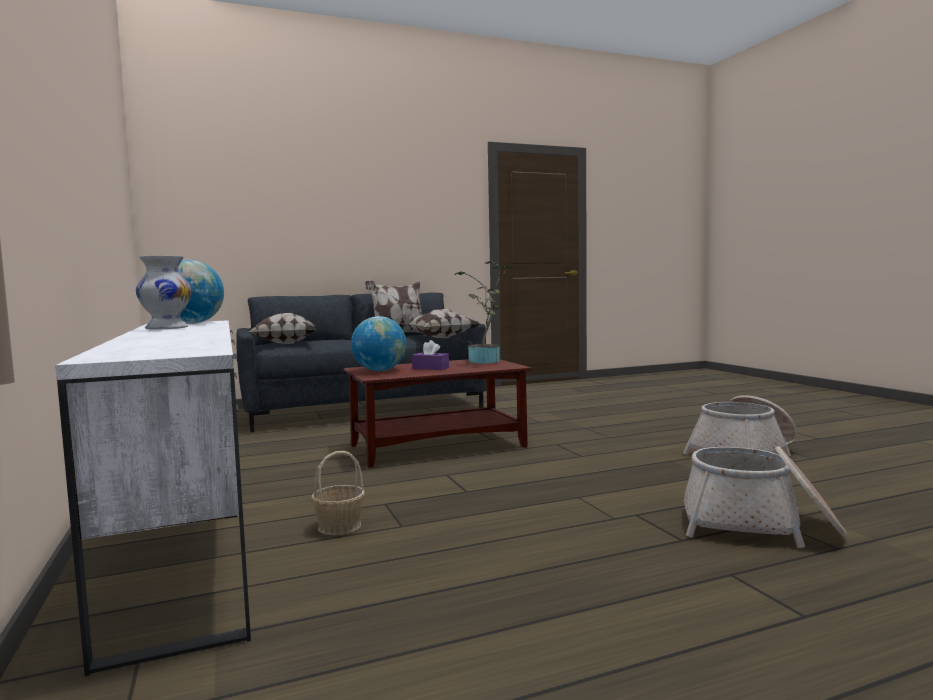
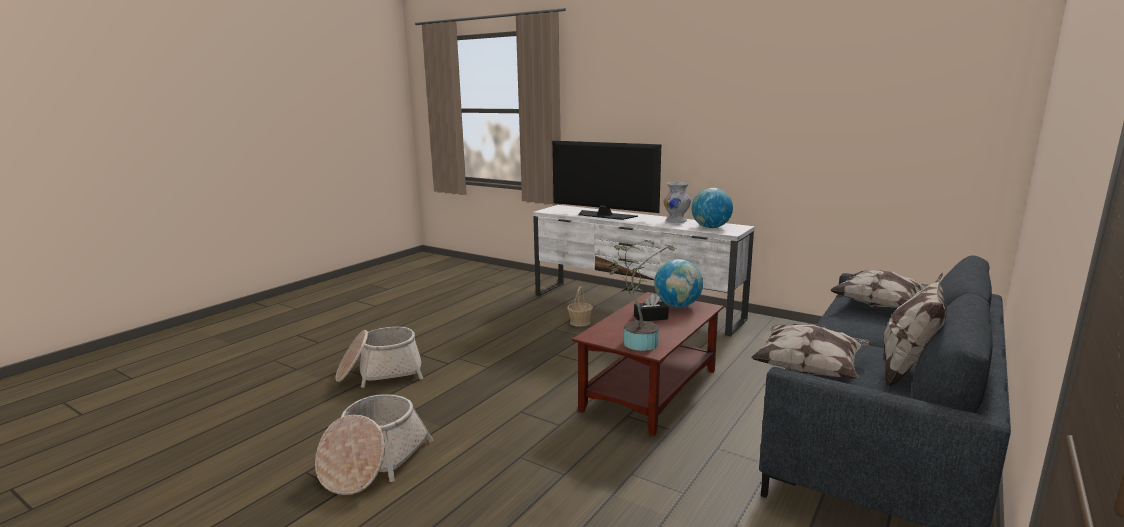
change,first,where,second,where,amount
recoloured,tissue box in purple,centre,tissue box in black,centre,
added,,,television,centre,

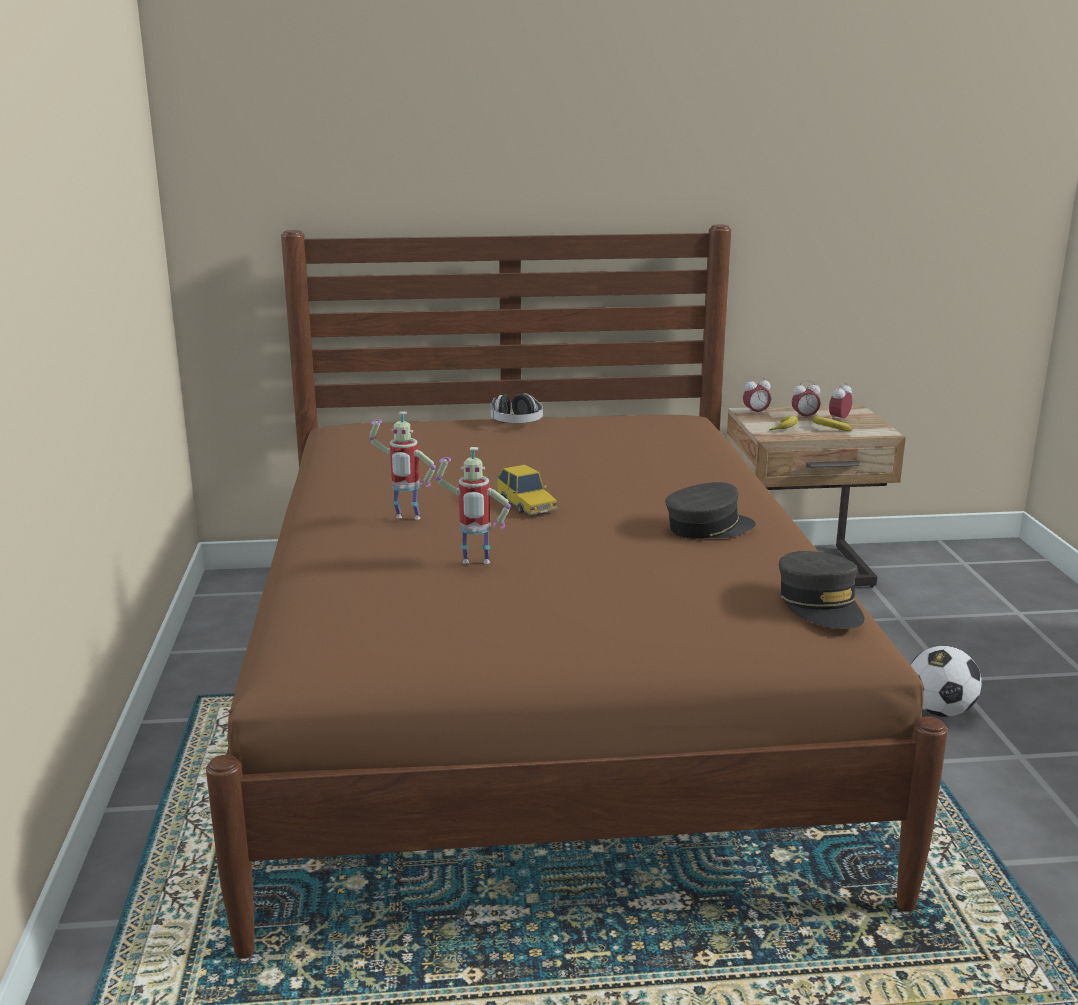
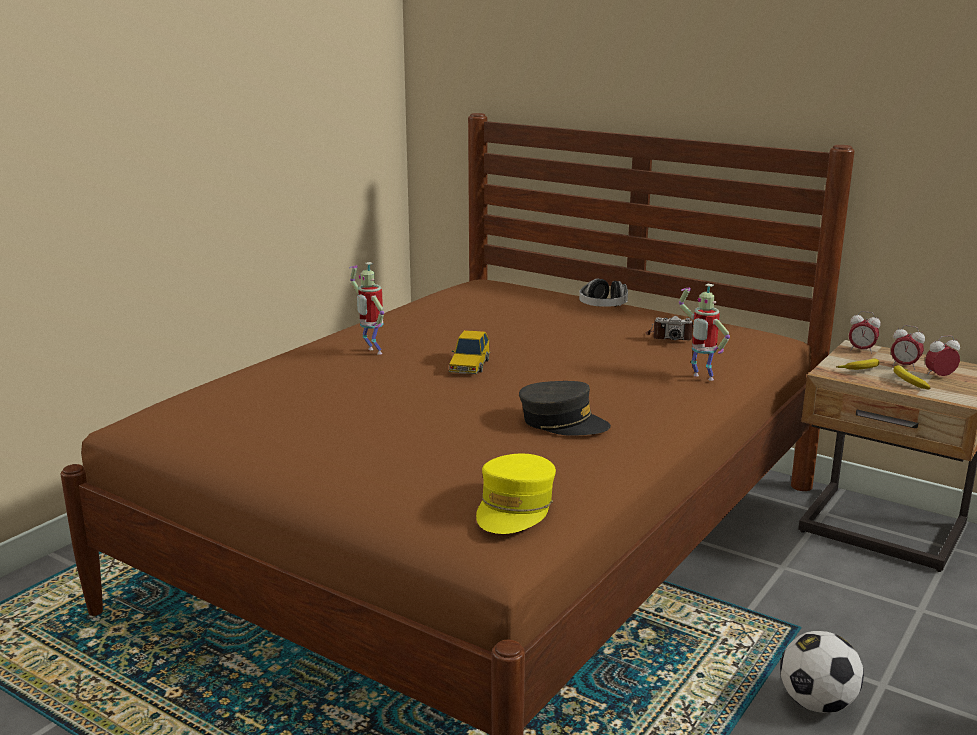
change,first,where,second,where,amount
moved,toy robot (2nd from left),centre,,middle right,
recoloured,cap in grey (2nd from left),middle right,cap in yellow,bottom centre,
added,,,photo camera,middle right,

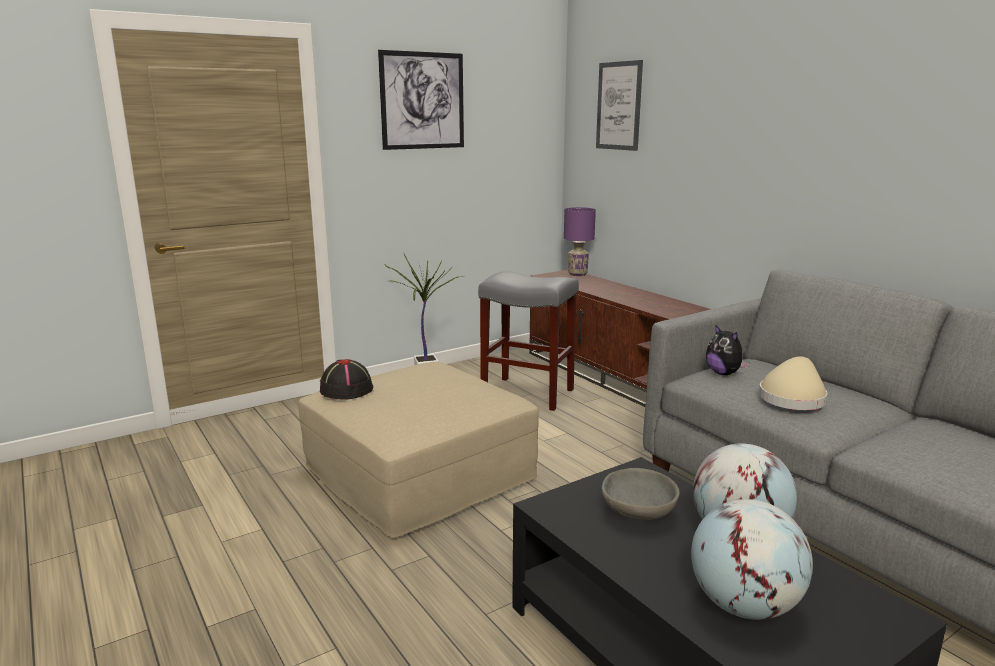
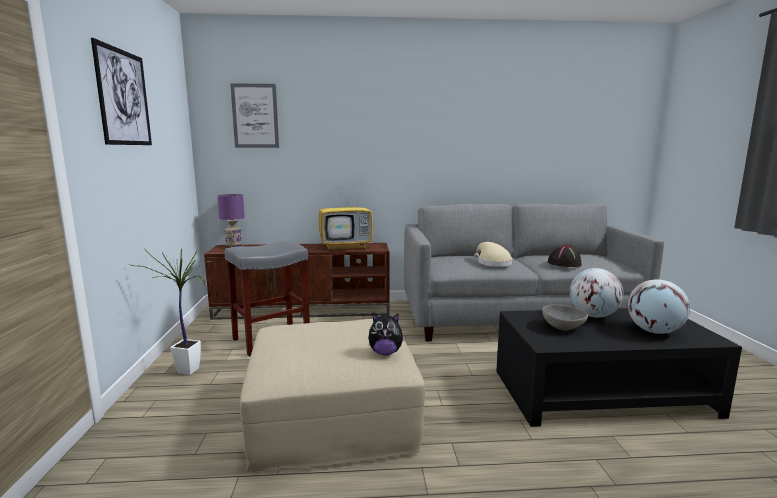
change,first,where,second,where,amount
moved,plush toy,middle right,,bottom centre,
moved,hat in black,centre,,middle right,
added,,,television,centre,

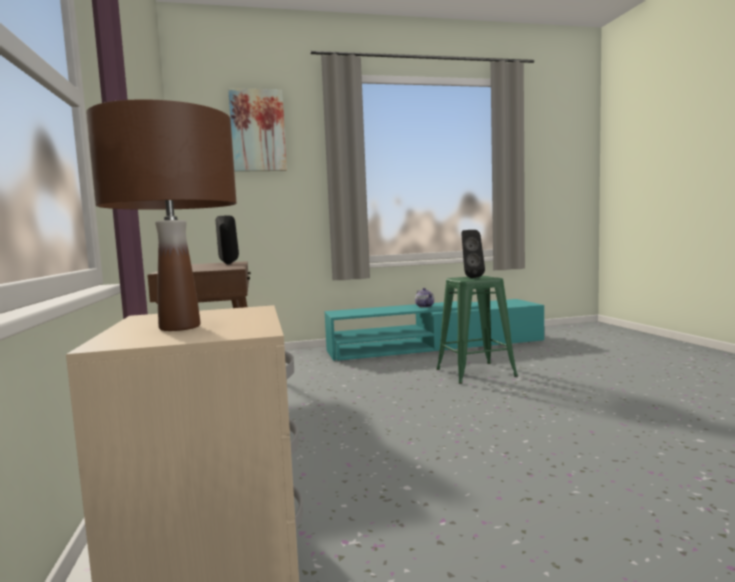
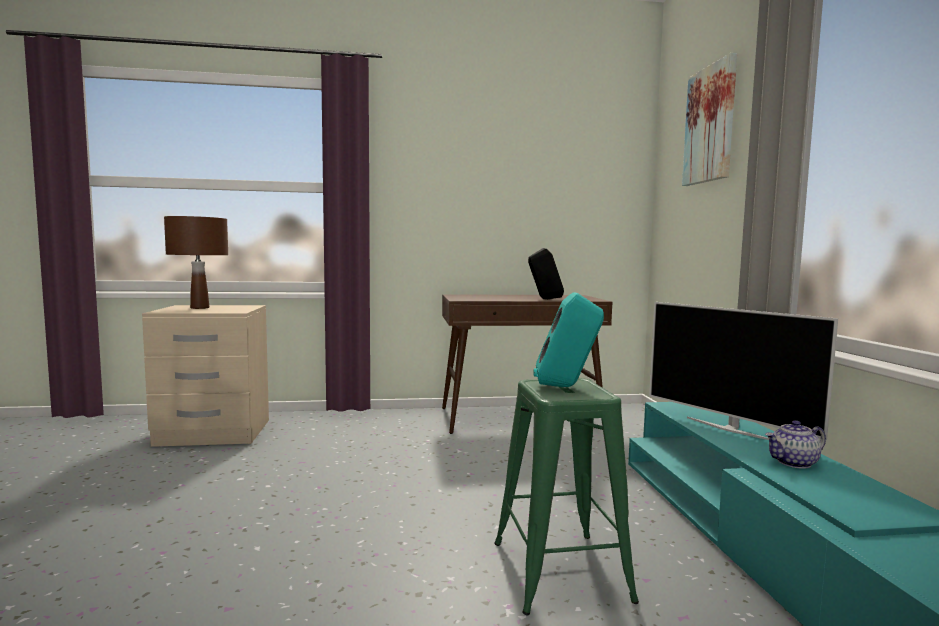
change,first,where,second,where,amount
recoloured,speaker in black (2nd from left),centre,speaker in turquoise,centre,
added,,,television,middle right,

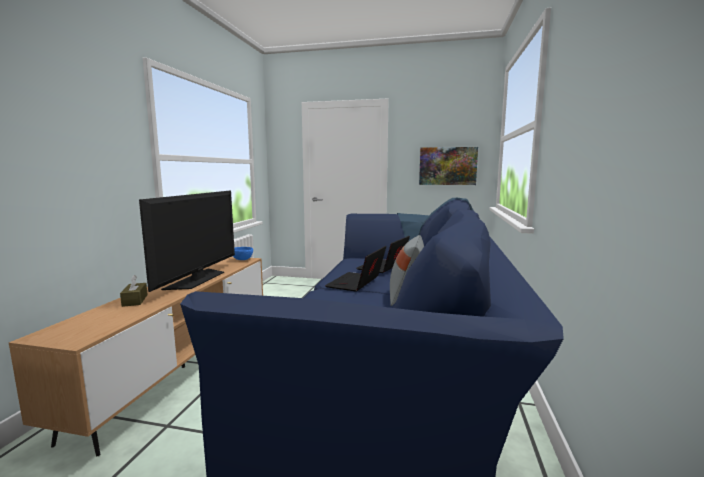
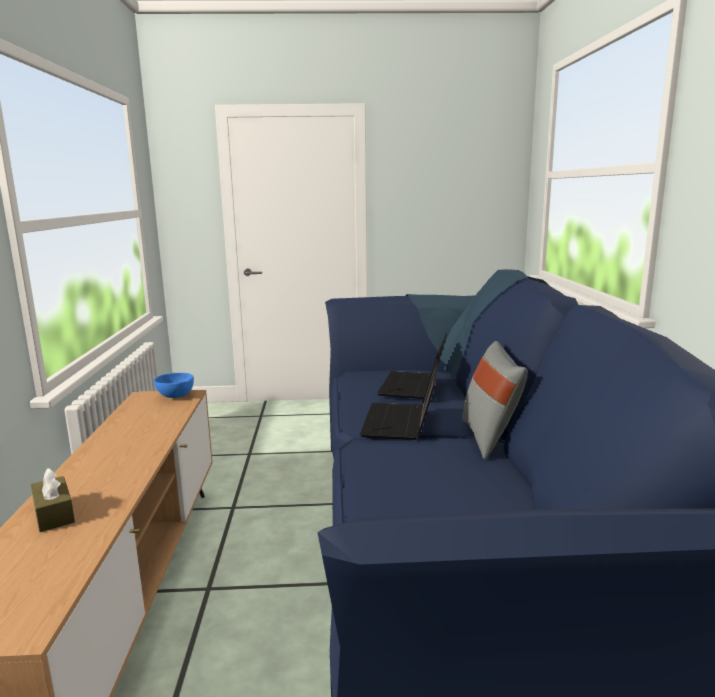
change,first,where,second,where,amount
removed,picture,centre,,,
removed,television,middle left,,,

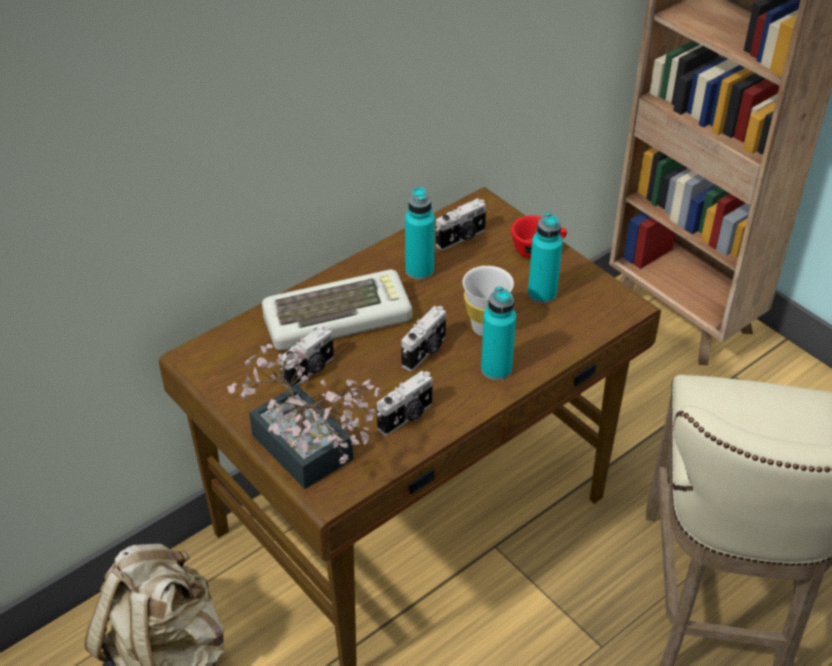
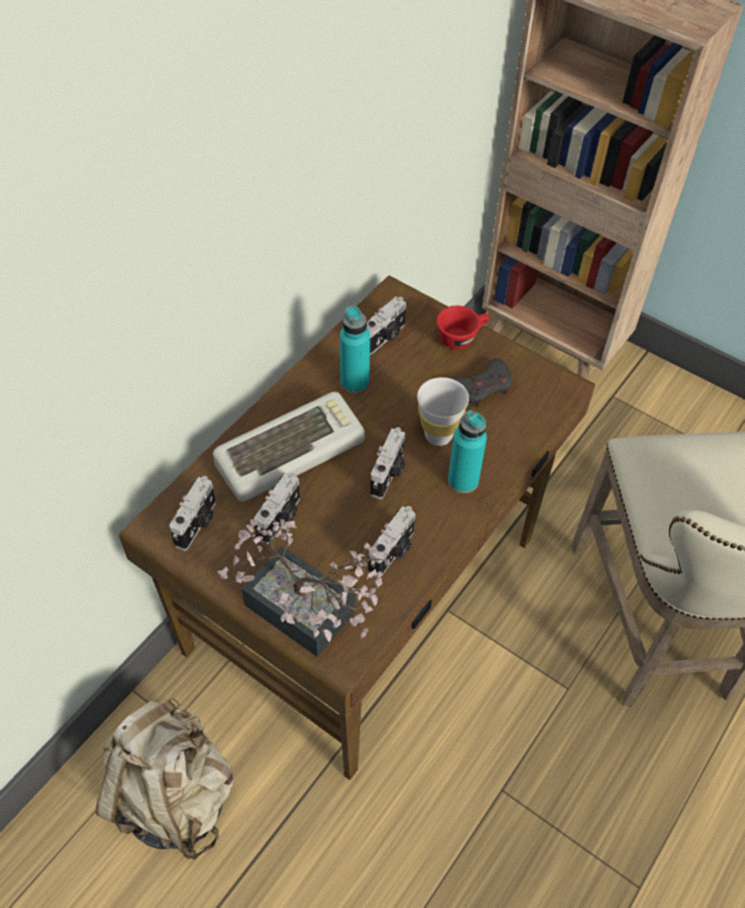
change,first,where,second,where,amount
replaced,bottle in turquoise (3rd from left),centre,game controller in grey,centre,
added,,,photo camera (1st from left),middle left,

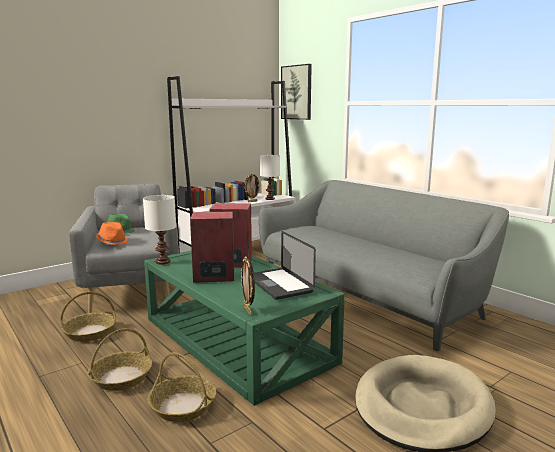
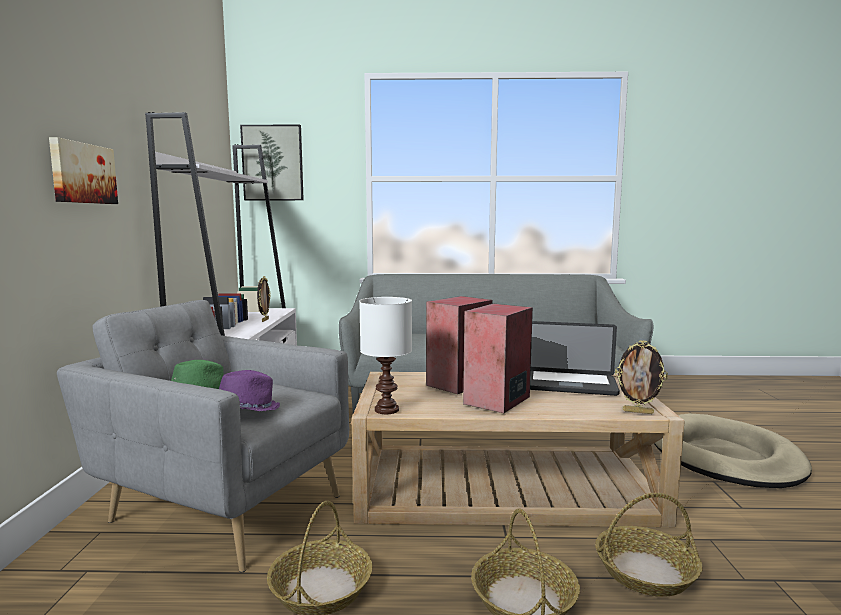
change,first,where,second,where,amount
removed,table lamp in white (2nd from left),centre,,,
recoloured,hat in orange,middle left,hat in purple,middle left,
recoloured,coffee table in green,bottom centre,coffee table in beige,bottom centre,
added,,,picture (1st from left),top left,

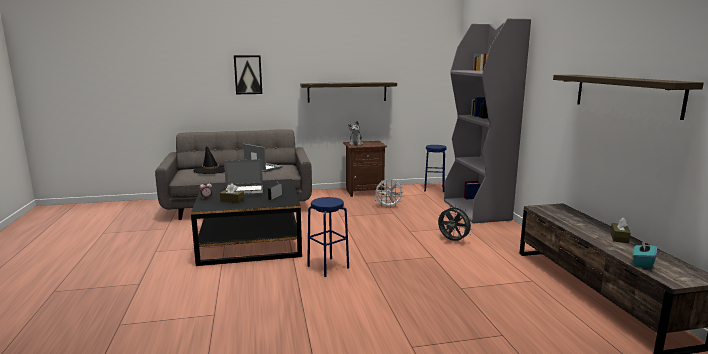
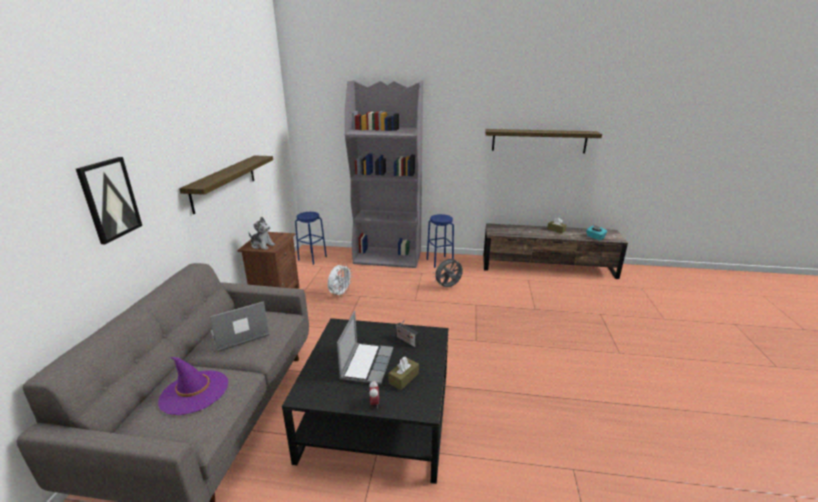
change,first,where,second,where,amount
recoloured,hat in black,middle left,hat in purple,bottom left,
moved,stool in blue (1st from left in the first image),bottom centre,stool in blue (2nd from left),centre,

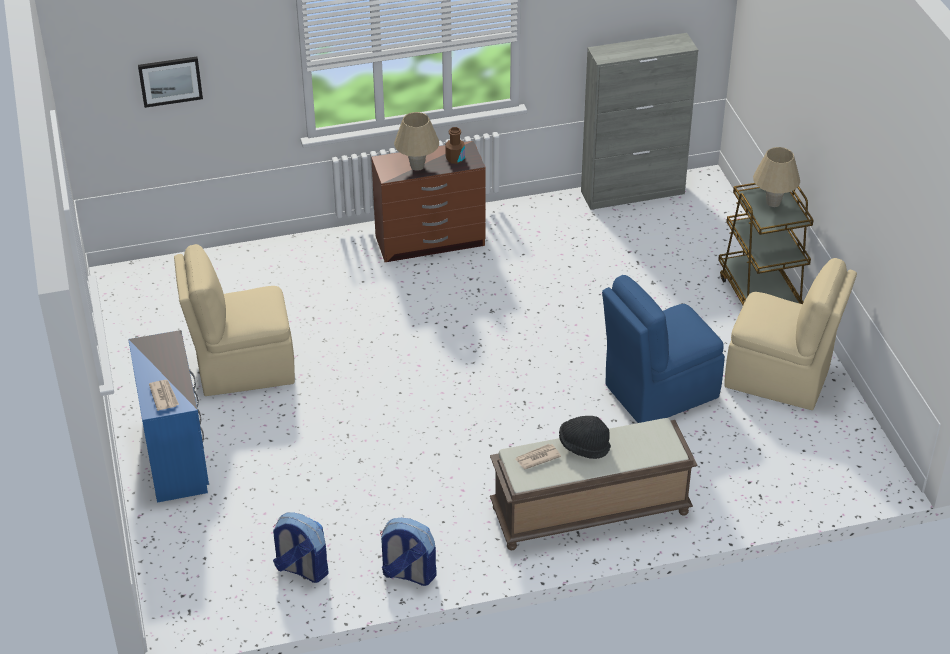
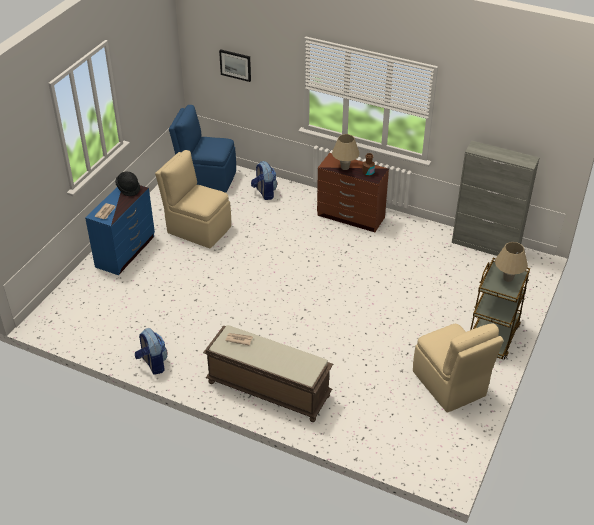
change,first,where,second,where,amount
moved,chair in blue,middle right,,top centre,
moved,hat in black,bottom centre,,middle left,
moved,backpack (1st from left in the first image),bottom left,backpack (2nd from left),centre,

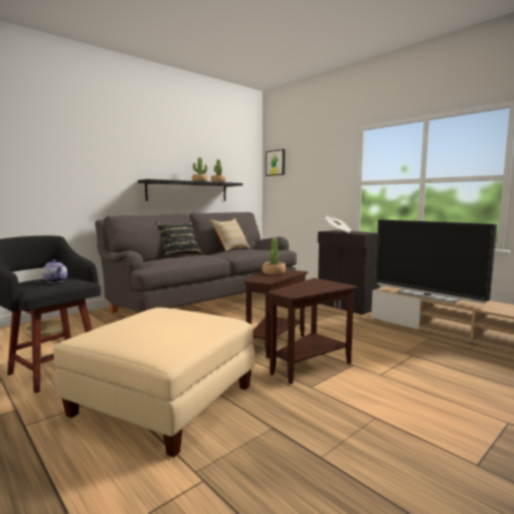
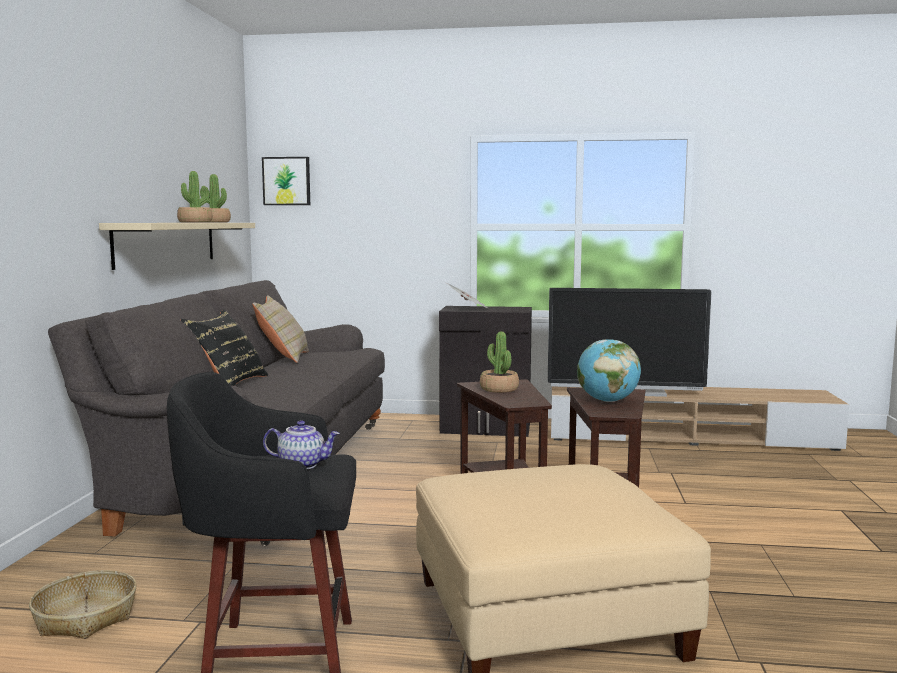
change,first,where,second,where,amount
recoloured,shelf in black,centre,shelf in beige,middle left,
added,,,globe,middle right,

